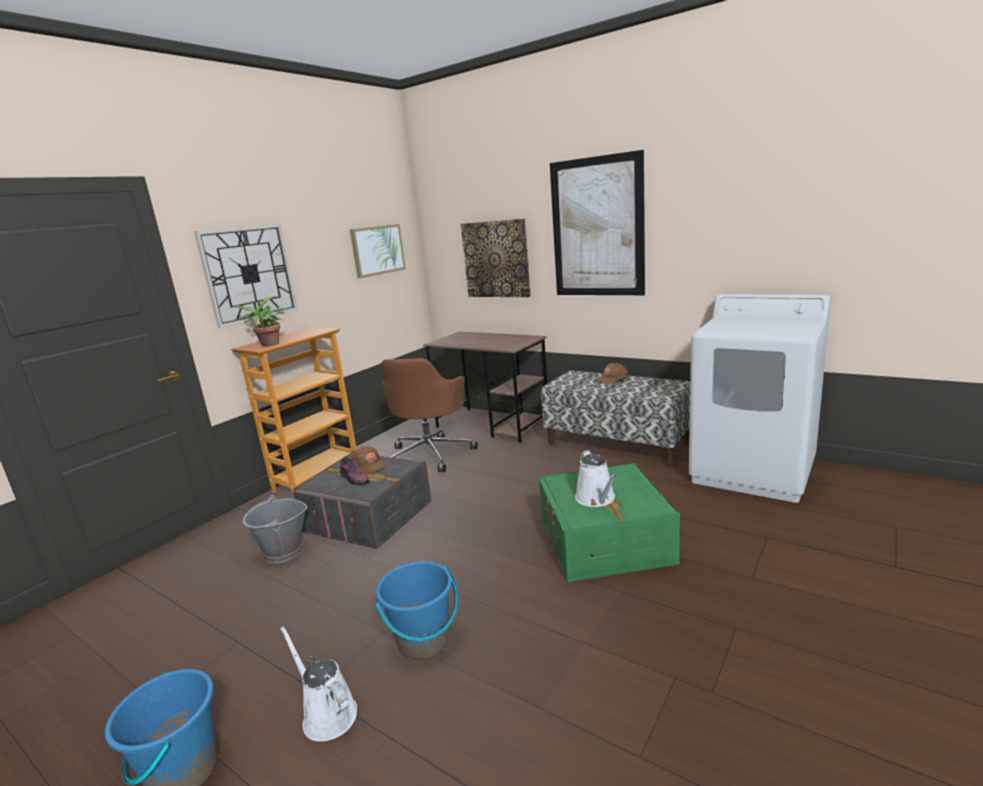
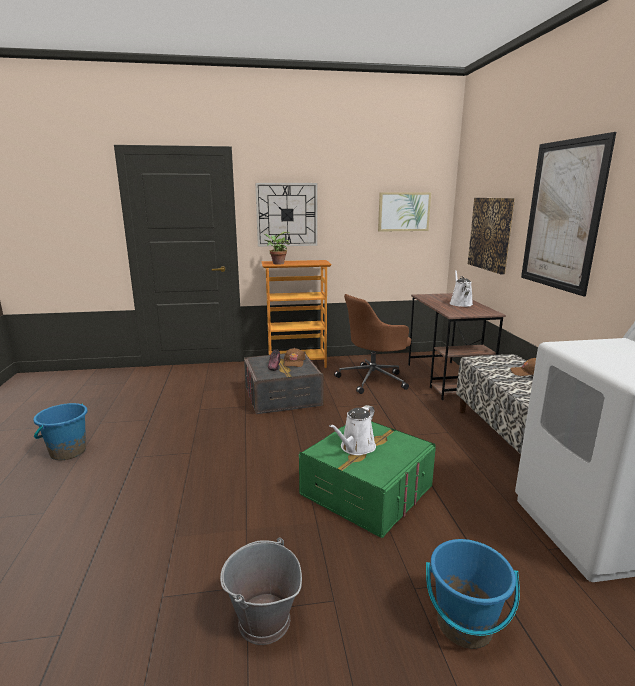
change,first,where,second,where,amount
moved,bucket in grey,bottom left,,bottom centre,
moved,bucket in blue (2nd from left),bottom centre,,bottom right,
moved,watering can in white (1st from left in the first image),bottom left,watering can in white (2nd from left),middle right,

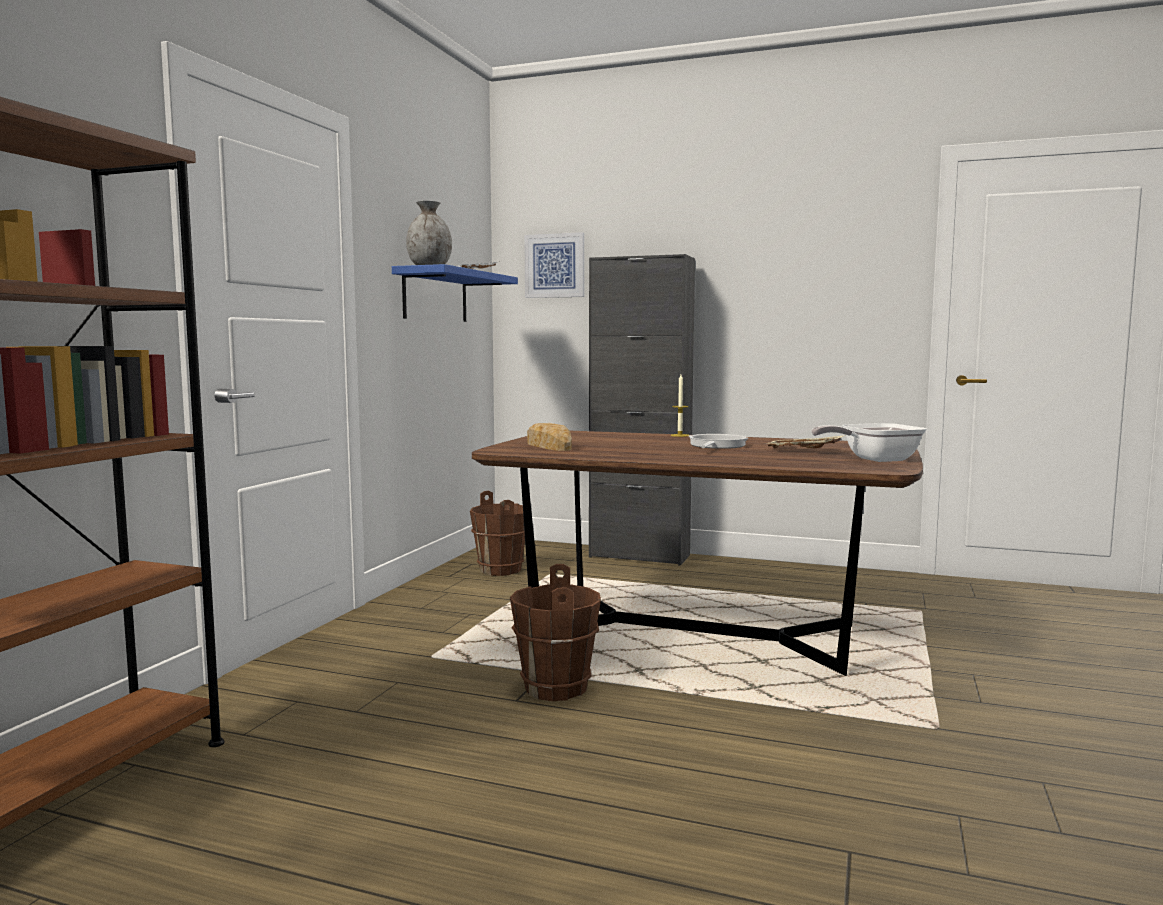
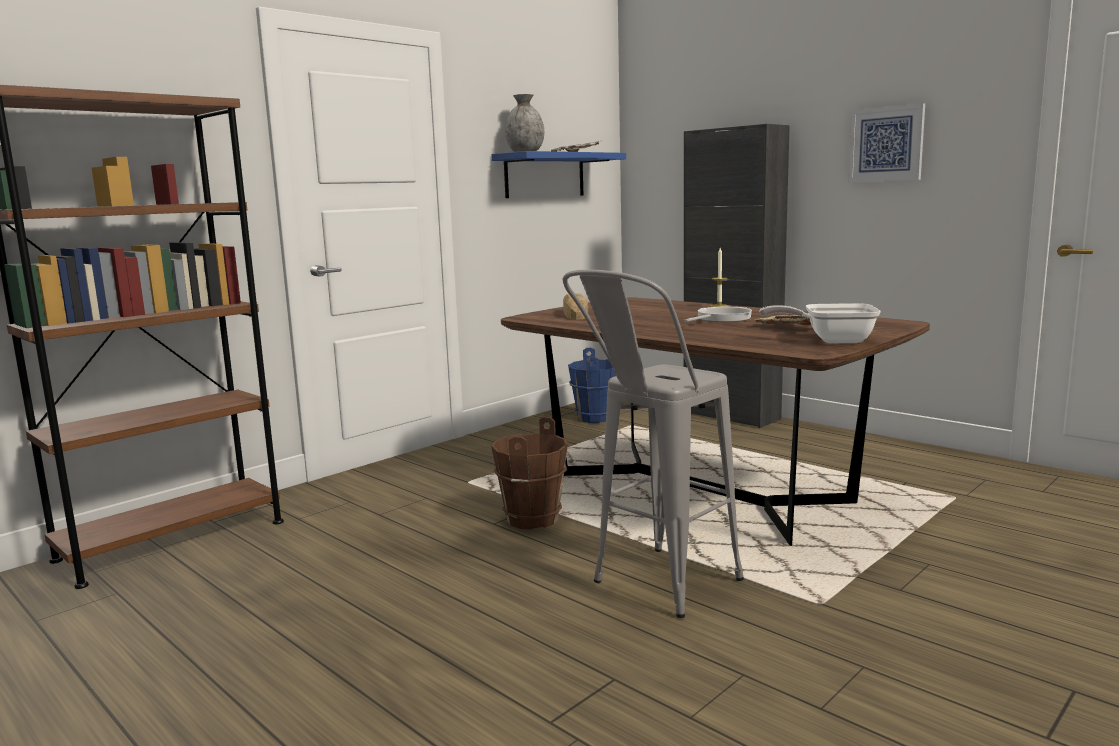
change,first,where,second,where,amount
moved,picture,top centre,,top right,
recoloured,bucket in brown (1st from left),centre,bucket in blue,centre,
added,,,stool in grey,centre,

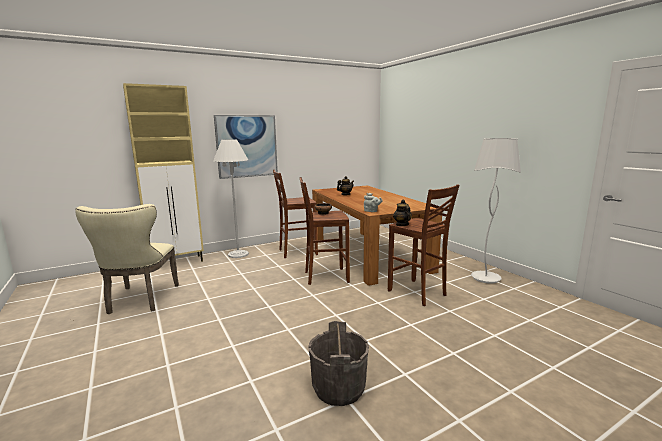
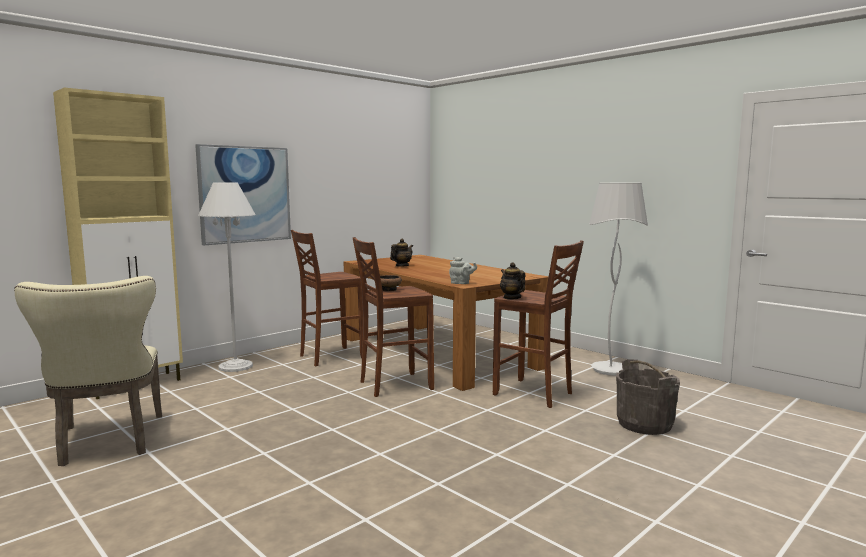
change,first,where,second,where,amount
moved,bucket in grey,bottom centre,,bottom right,

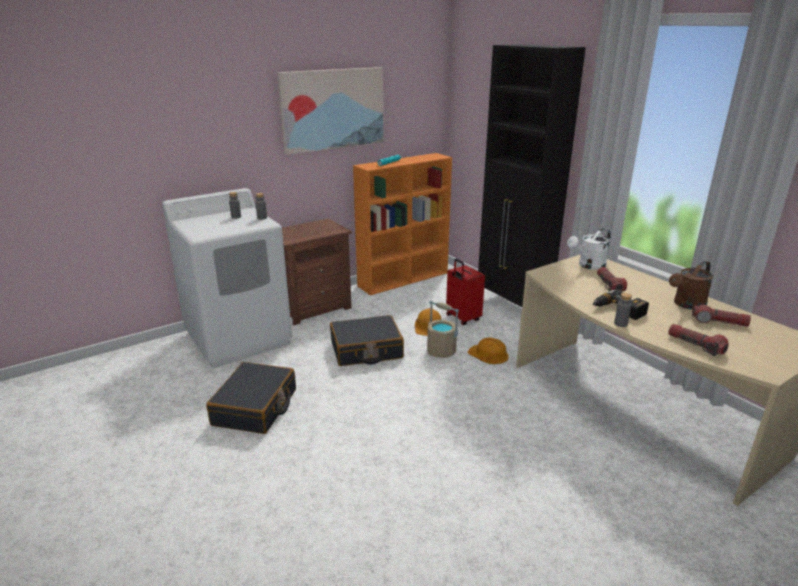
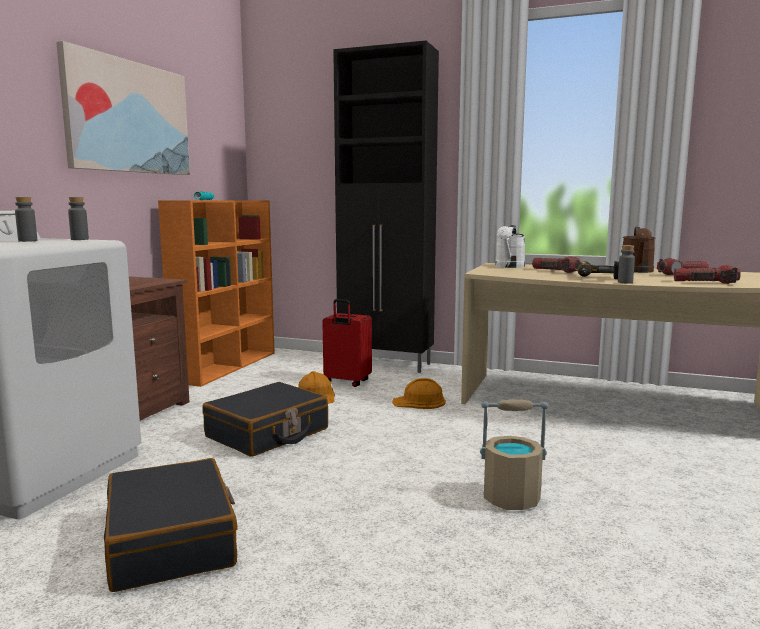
change,first,where,second,where,amount
moved,bucket in beige,centre,,bottom right,

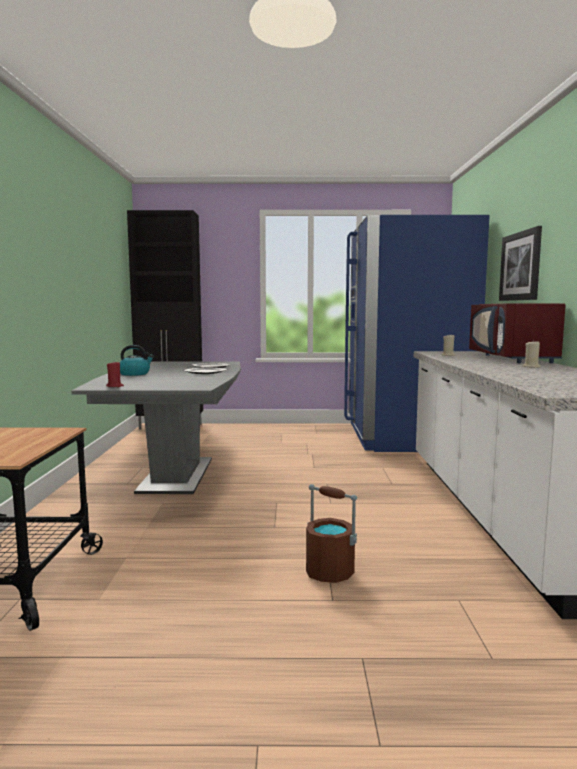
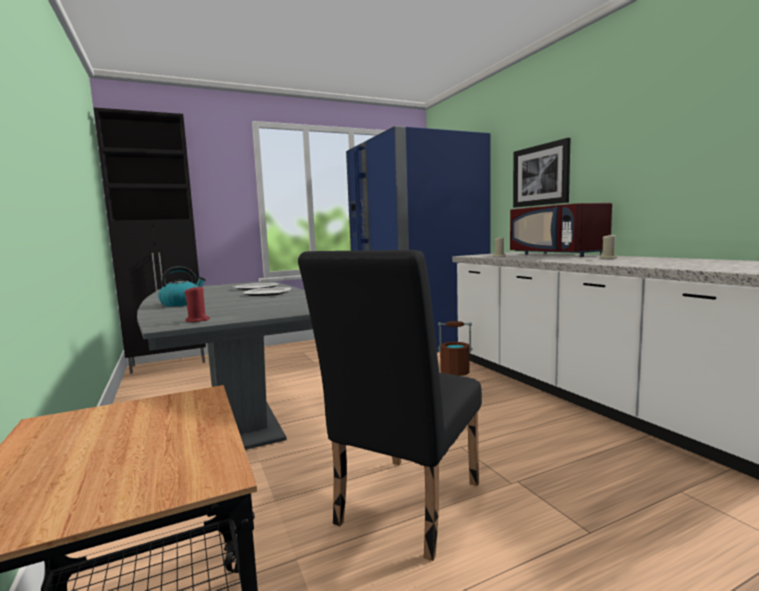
change,first,where,second,where,amount
moved,bucket in brown,bottom centre,,centre,
added,,,chair in black,bottom centre,

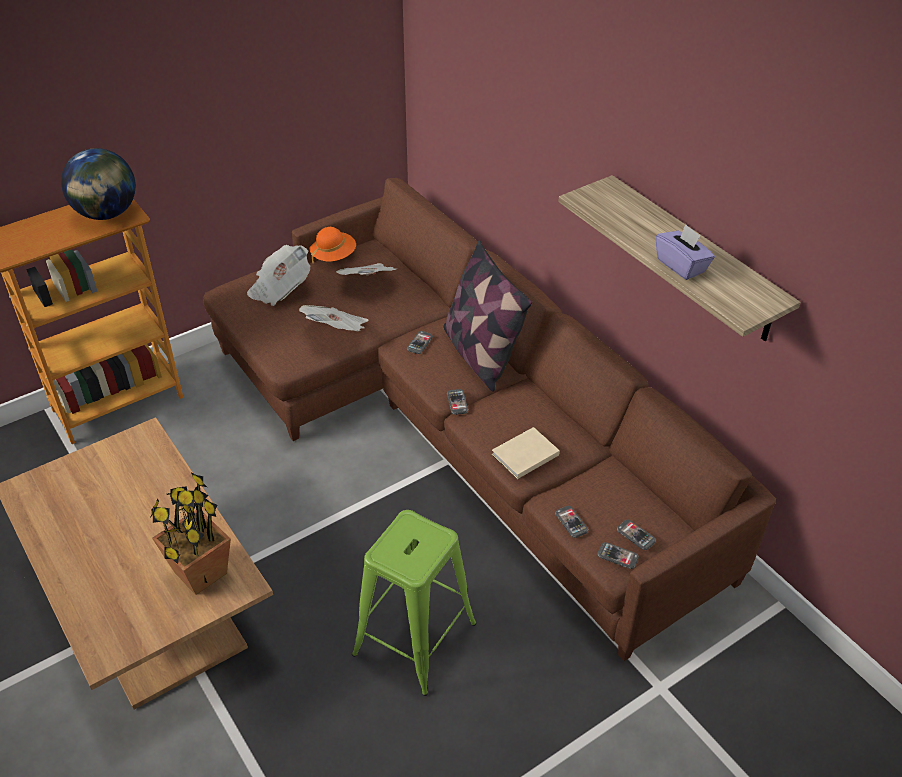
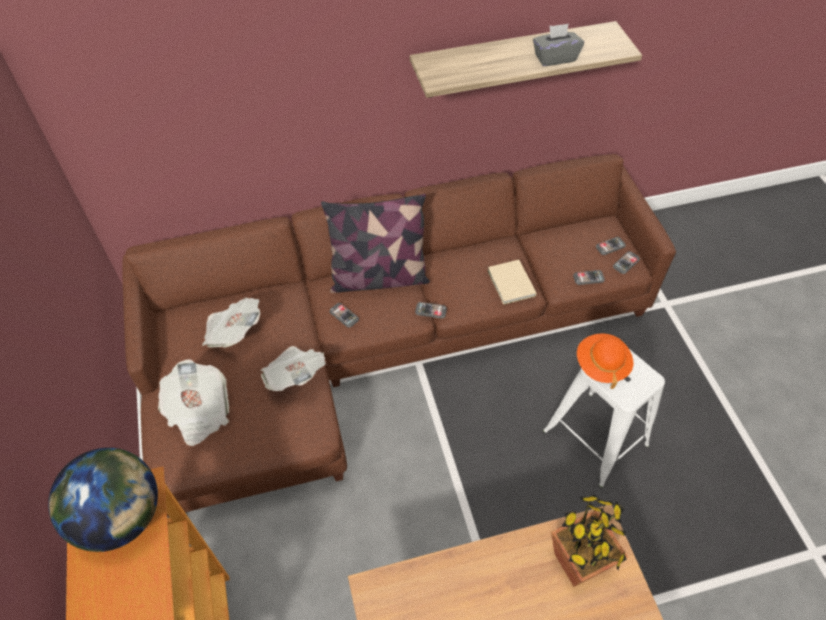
change,first,where,second,where,amount
recoloured,tissue box in purple,top right,tissue box in grey,top right,
moved,hat in orange,top centre,,middle right,
recoloured,stool in green,bottom centre,stool in white,bottom right,

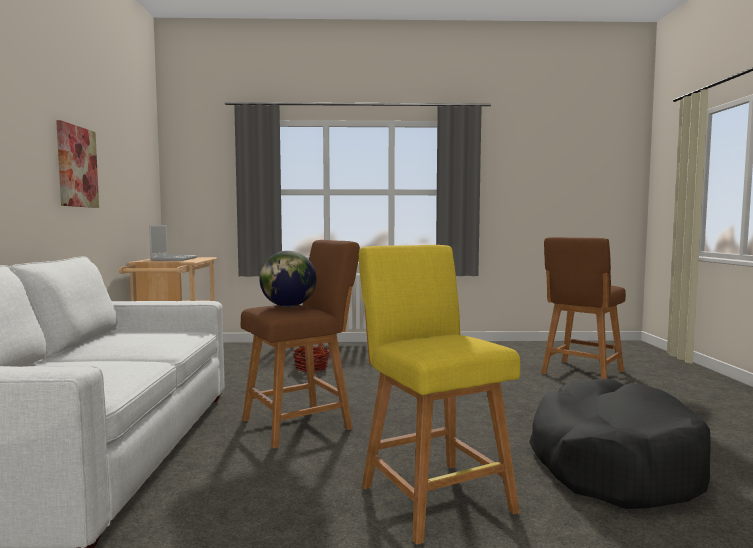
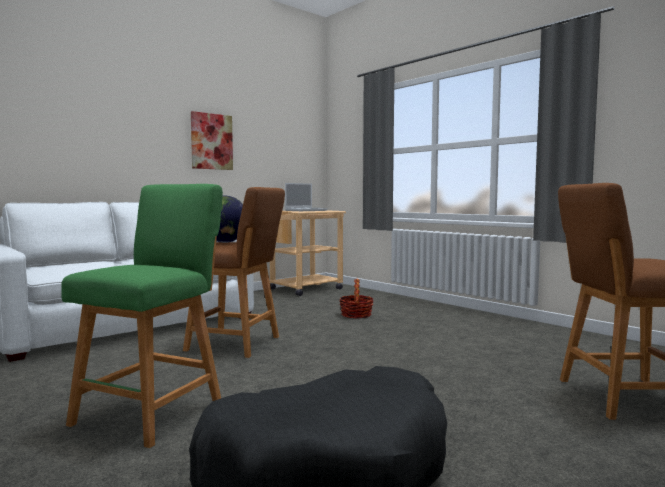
change,first,where,second,where,amount
recoloured,stool in yellow,bottom centre,stool in green,middle left,

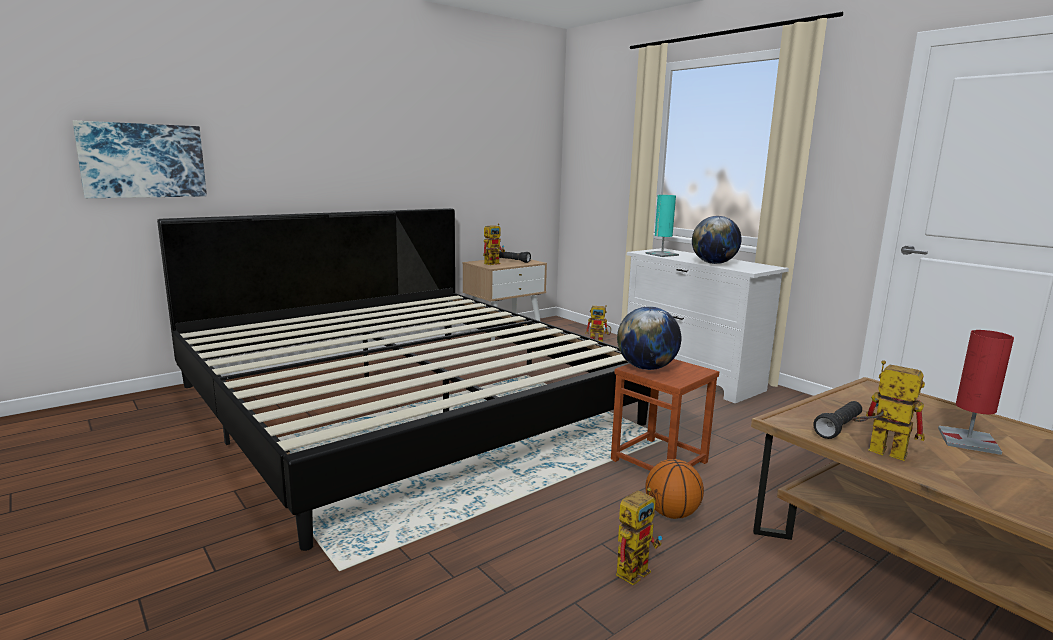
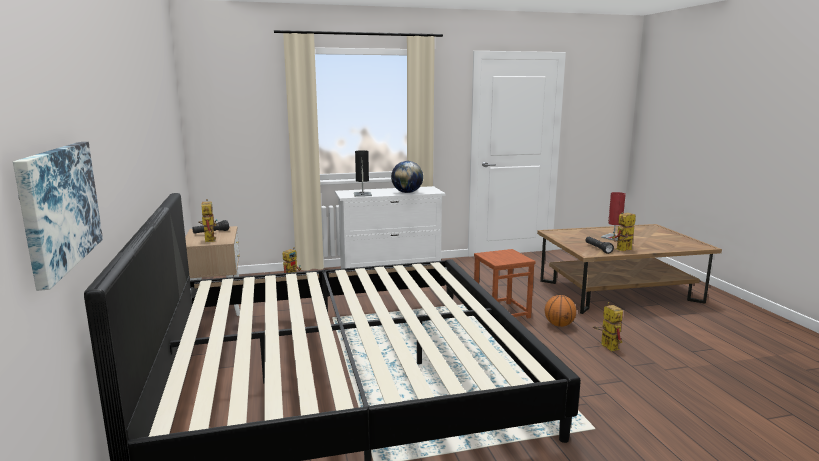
change,first,where,second,where,amount
recoloured,table lamp in turquoise,centre,table lamp in black,centre,
removed,globe (1st from left),centre,,,

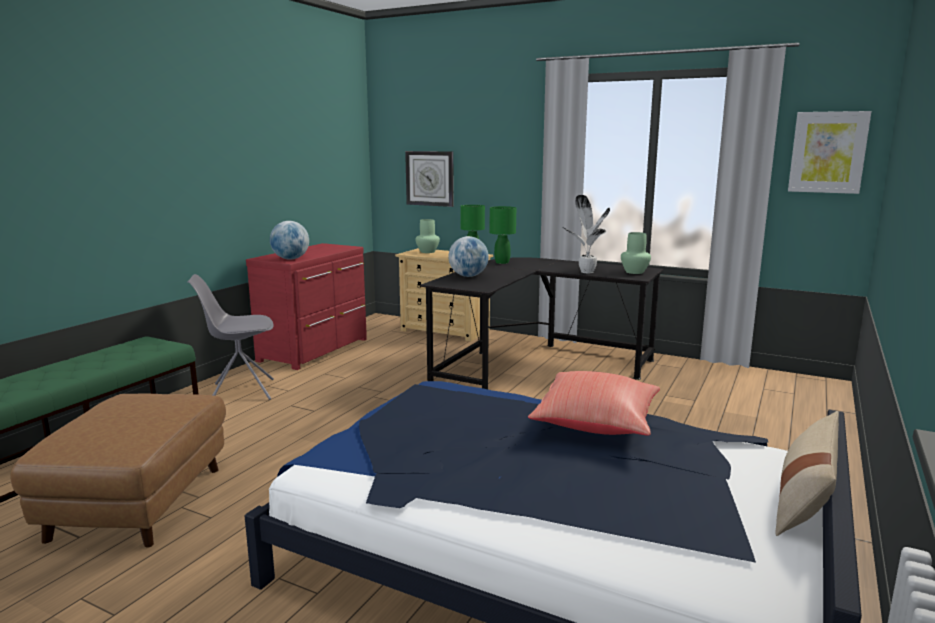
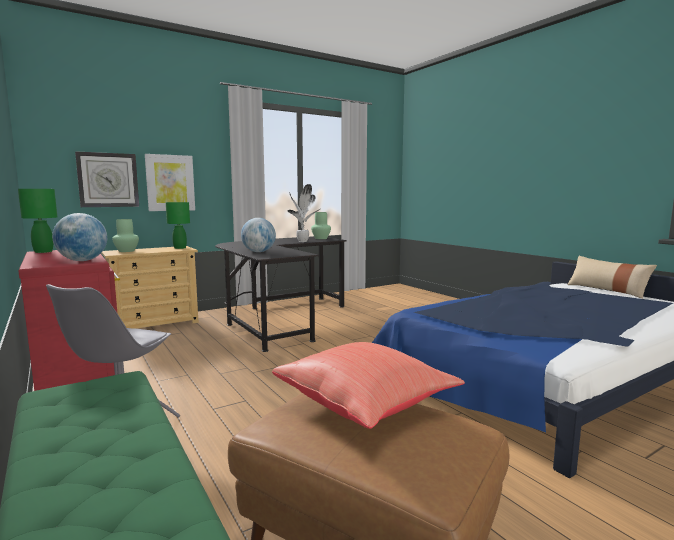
change,first,where,second,where,amount
moved,picture,top right,,middle left,
moved,table lamp in green (2nd from left in the first image),centre,table lamp in green (1st from left),middle left,
moved,pillow in red,centre,,bottom centre,

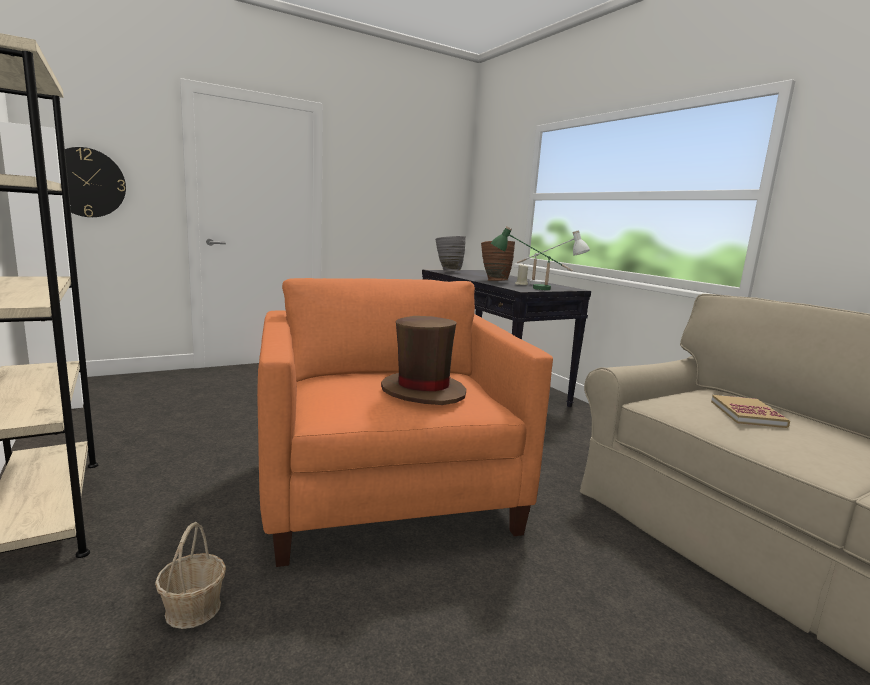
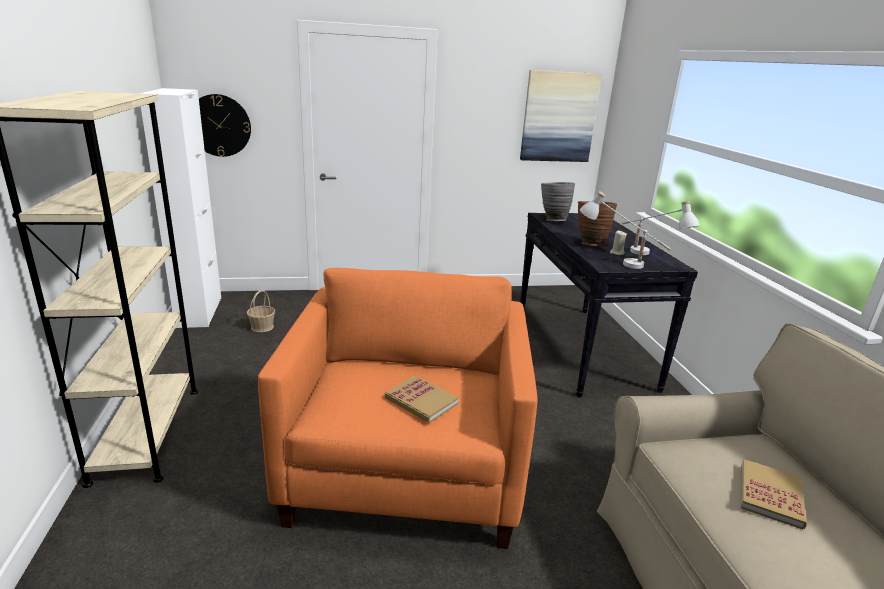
change,first,where,second,where,amount
recoloured,table lamp in green,centre,table lamp in white (1st from left),middle right,
replaced,hat in brown,centre,book (1st from left),bottom centre,
moved,basket,bottom left,,middle left,
added,,,picture,top centre,

